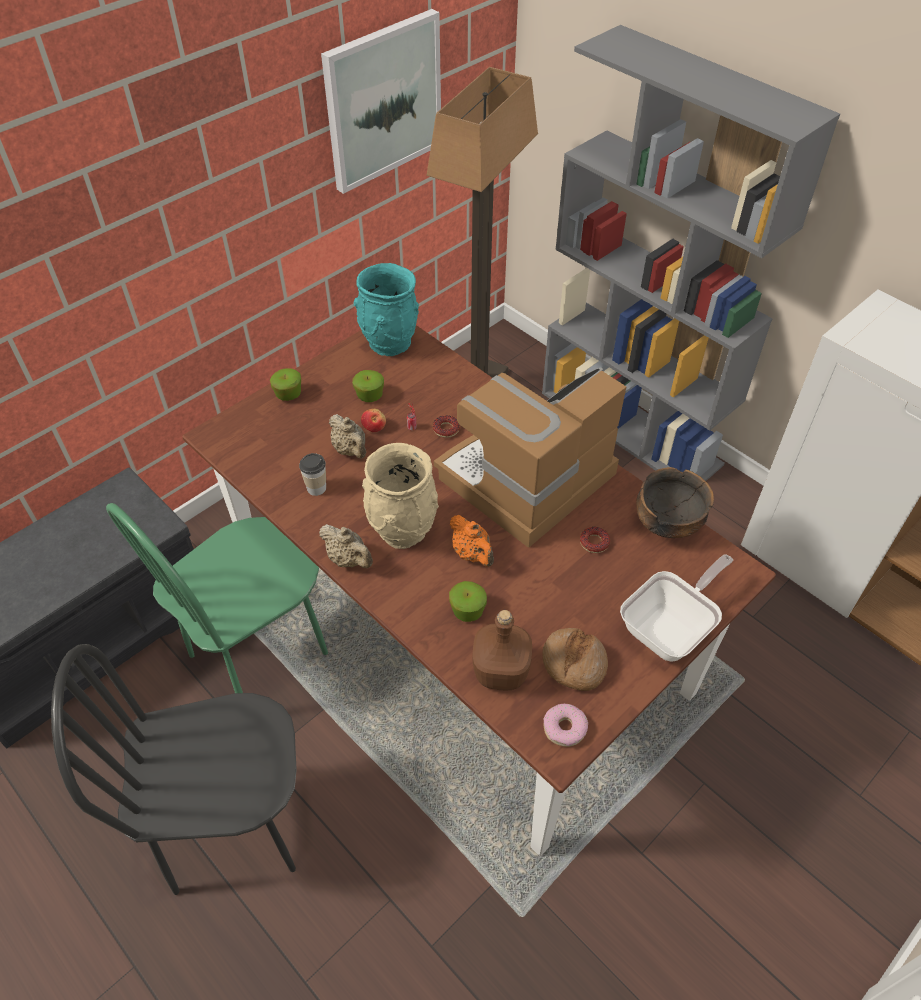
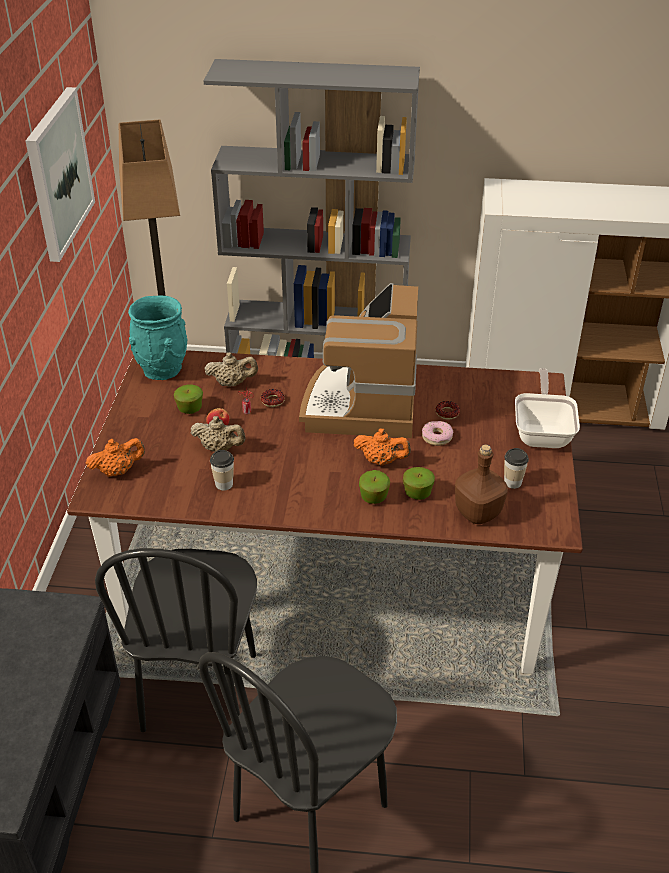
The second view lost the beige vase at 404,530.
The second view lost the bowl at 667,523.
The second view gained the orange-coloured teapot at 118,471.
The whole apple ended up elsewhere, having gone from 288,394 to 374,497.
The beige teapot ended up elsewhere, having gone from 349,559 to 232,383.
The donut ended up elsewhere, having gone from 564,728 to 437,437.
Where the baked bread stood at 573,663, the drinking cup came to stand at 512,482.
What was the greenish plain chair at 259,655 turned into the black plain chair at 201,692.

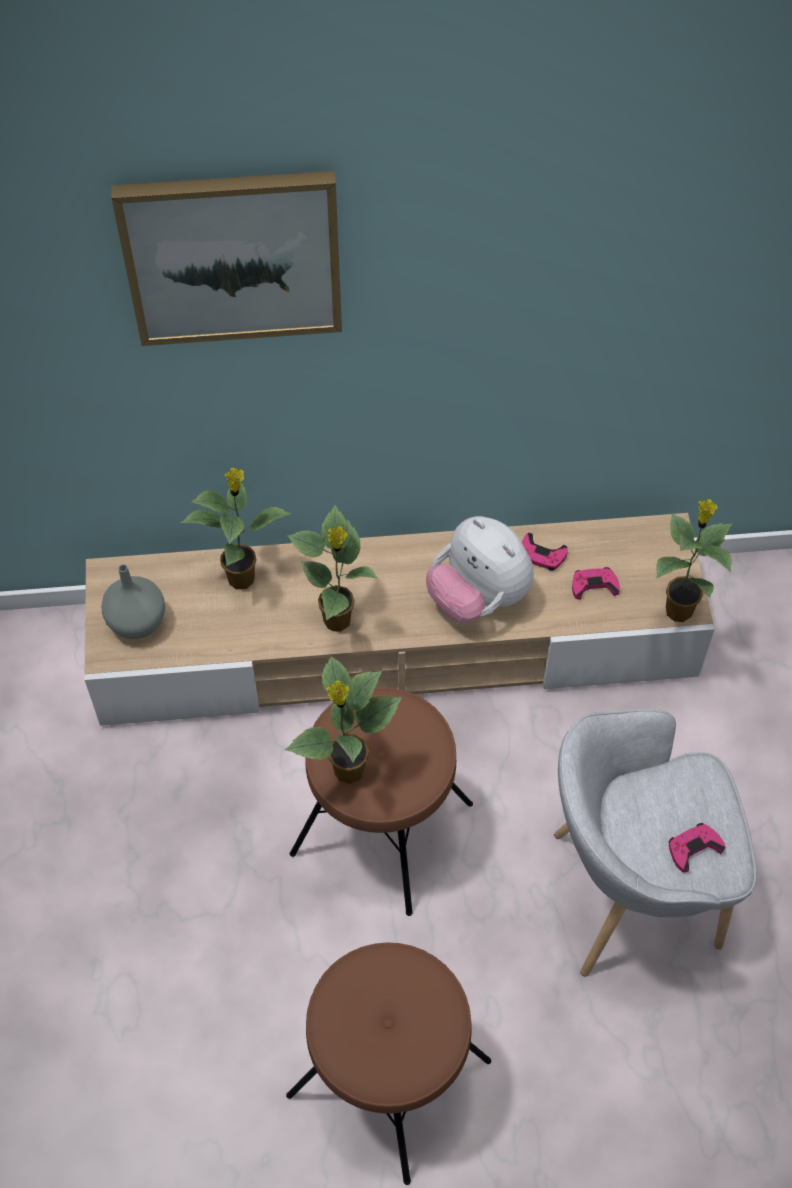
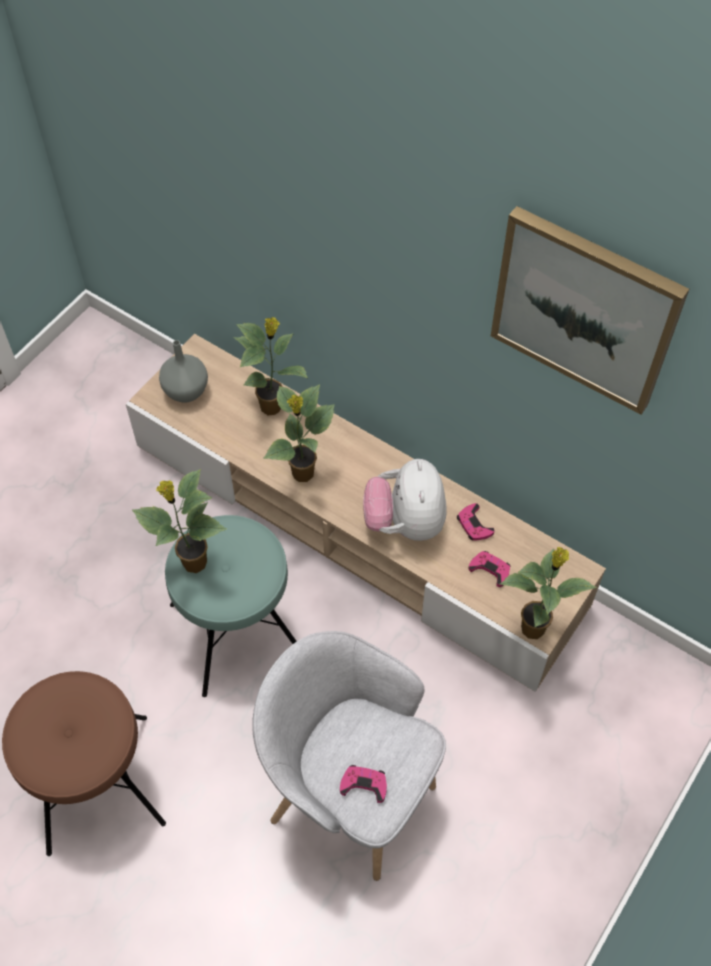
The wall art ended up elsewhere, having gone from 232,256 to 584,309.
What was the brown stool at 382,829 turned into the blue-green stool at 237,631.

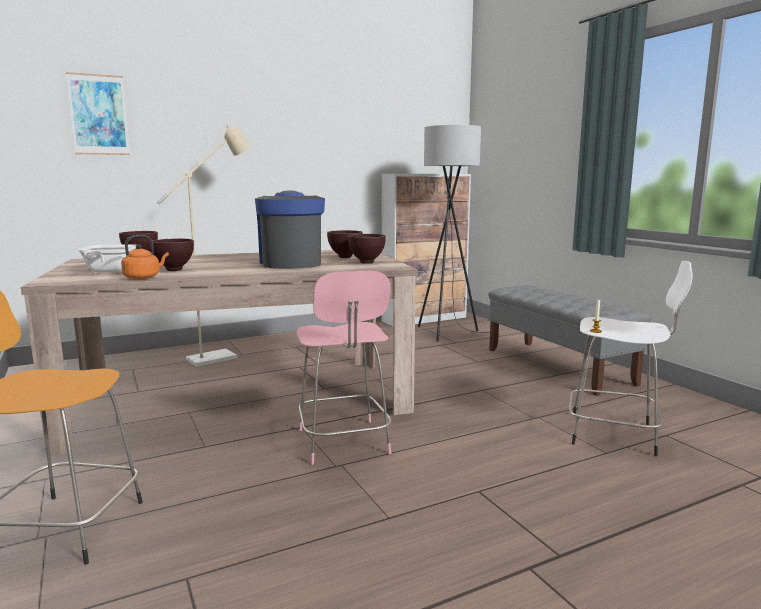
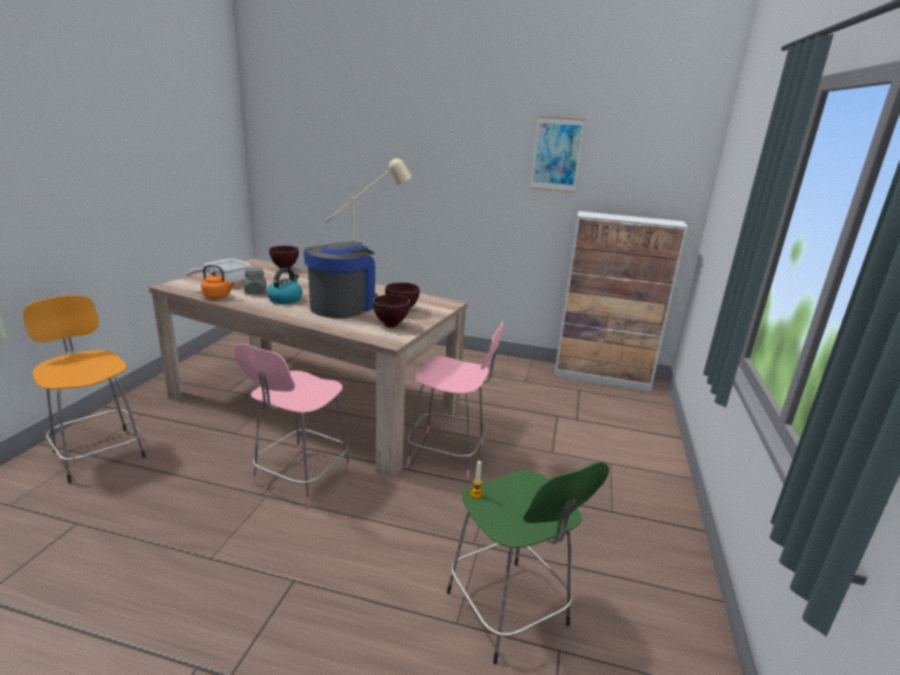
The second view lost the grey standard lamp at 449,332.
The second view lost the grey bench at 558,366.
The second view gained the water kettle at 285,299.
The second view gained the pinkish plain chair at 449,454.
The wall art ended up elsewhere, having gone from 98,115 to 556,154.
Where the brown bowl stood at 173,270, the grey jar came to stand at 256,292.
What was the white-coloured stool at 616,434 turned into the greenish stool at 509,612.

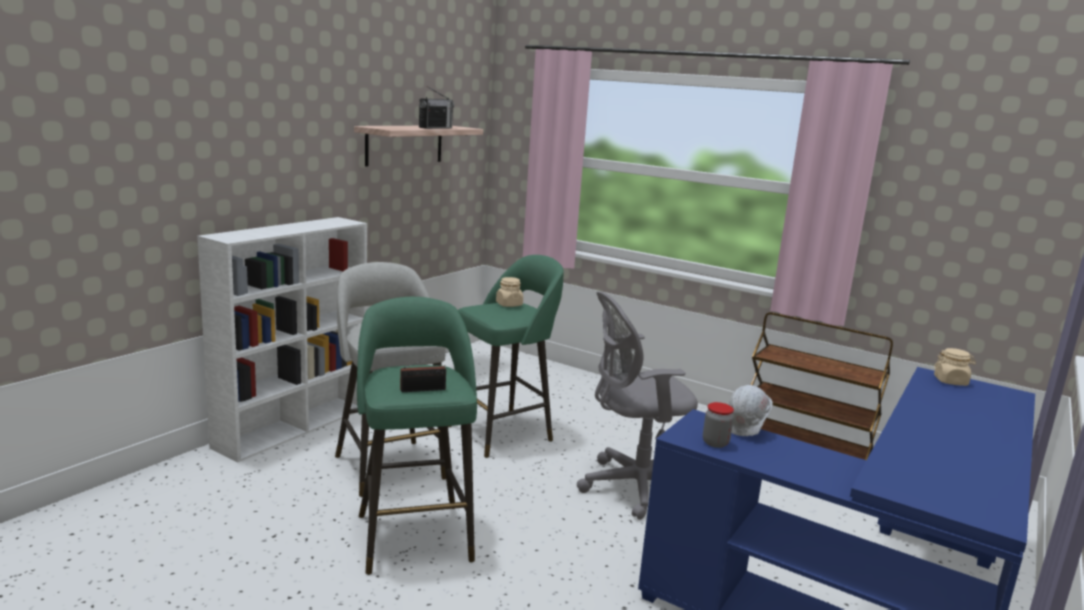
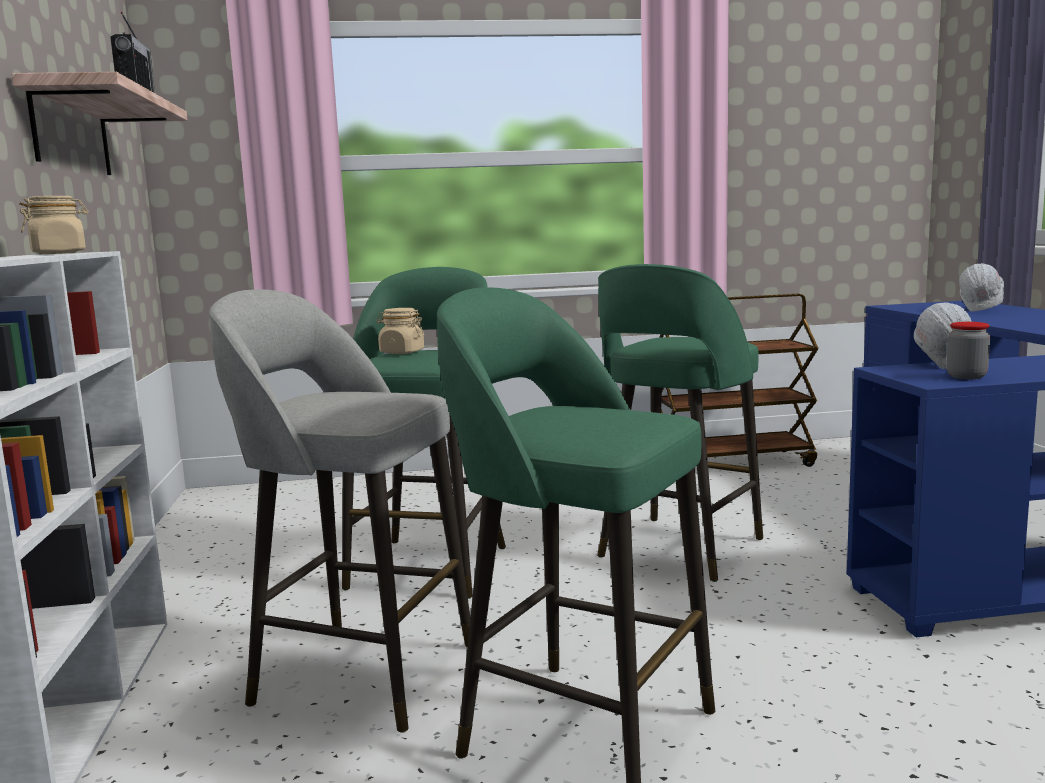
The second view lost the radio at 425,389.
The second view gained the white-coloured safety helmet at 981,310.
The beige jar ended up elsewhere, having gone from 950,381 to 59,253.
Where the grey office chair stood at 634,487, the greenish stool came to stand at 678,549.

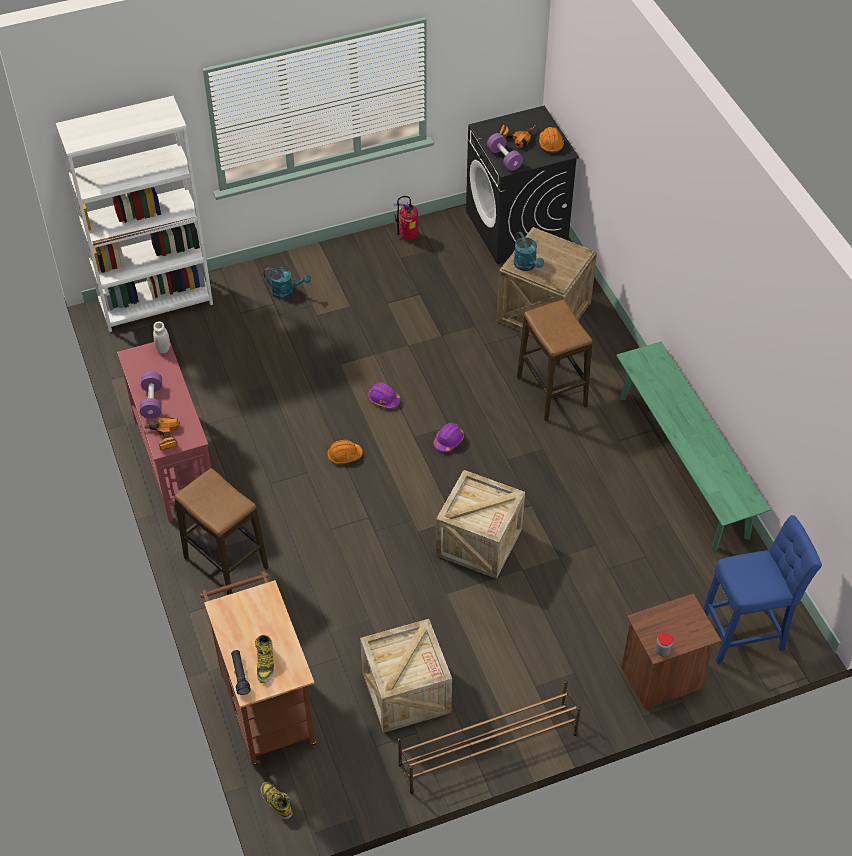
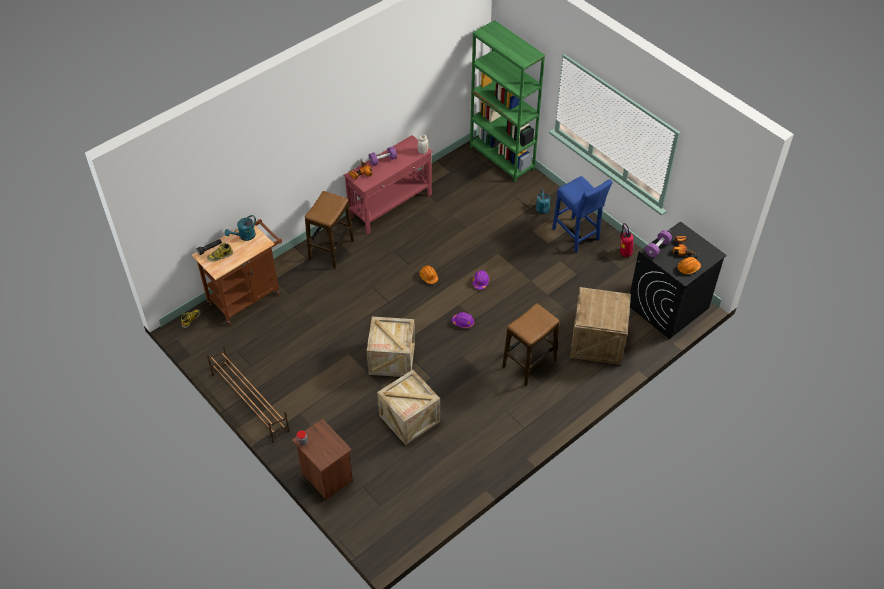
The second view lost the greenish bench at 682,465.
The crate ended up elsewhere, having gone from 406,692 to 409,418.
The blue-green watering can ended up elsewhere, having gone from 527,266 to 244,236.
The blue stool ended up elsewhere, having gone from 745,634 to 576,236.
What was the white-coloured bookshelf at 156,303 turned into the greenish bookshelf at 502,158.

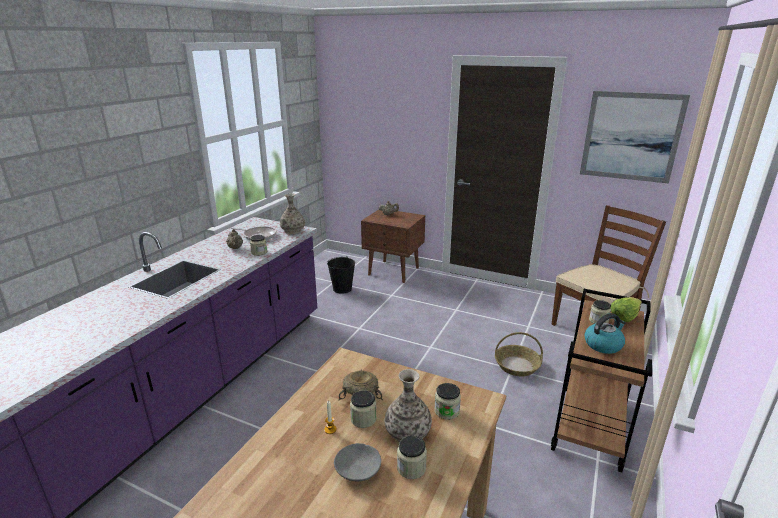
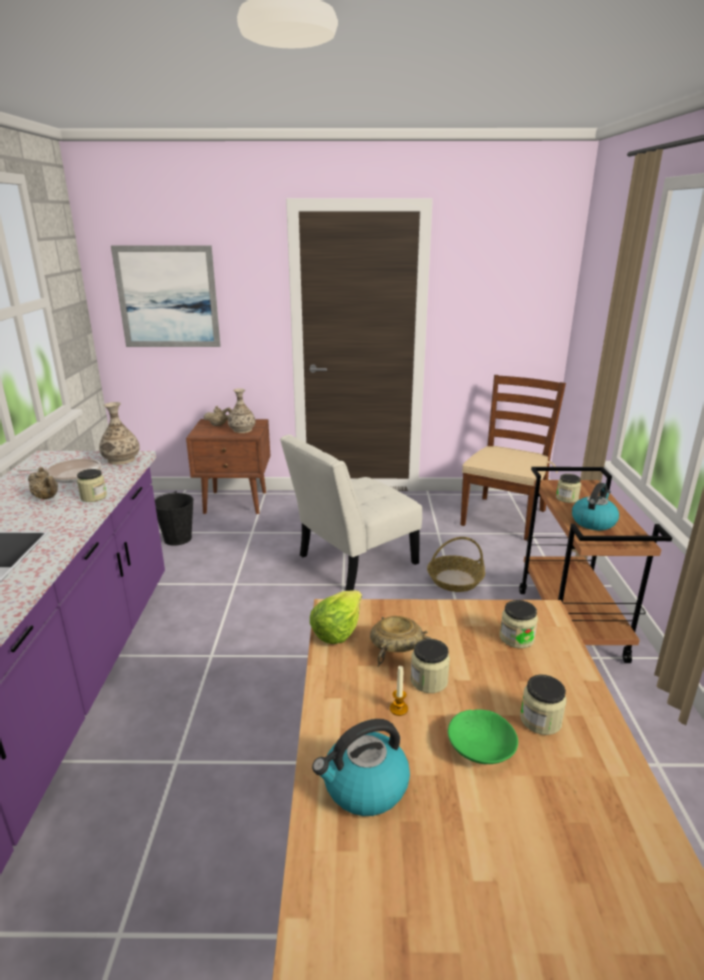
The second view gained the white-coloured plain chair at 352,562.
The second view gained the water kettle at 364,786.
The vase ended up elsewhere, having gone from 408,433 to 242,430.
The wall art ended up elsewhere, having gone from 631,136 to 167,297.
The lettuce head ended up elsewhere, having gone from 624,317 to 337,630.
What was the grey bowl at 358,469 turned into the greenish bowl at 481,746.

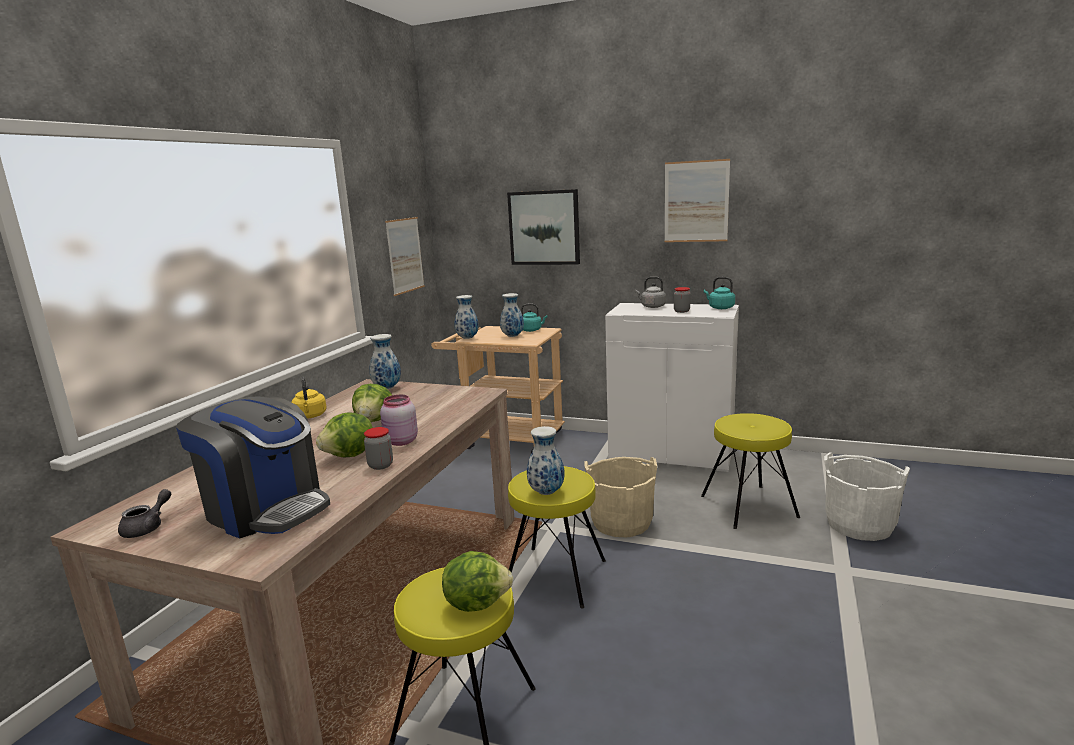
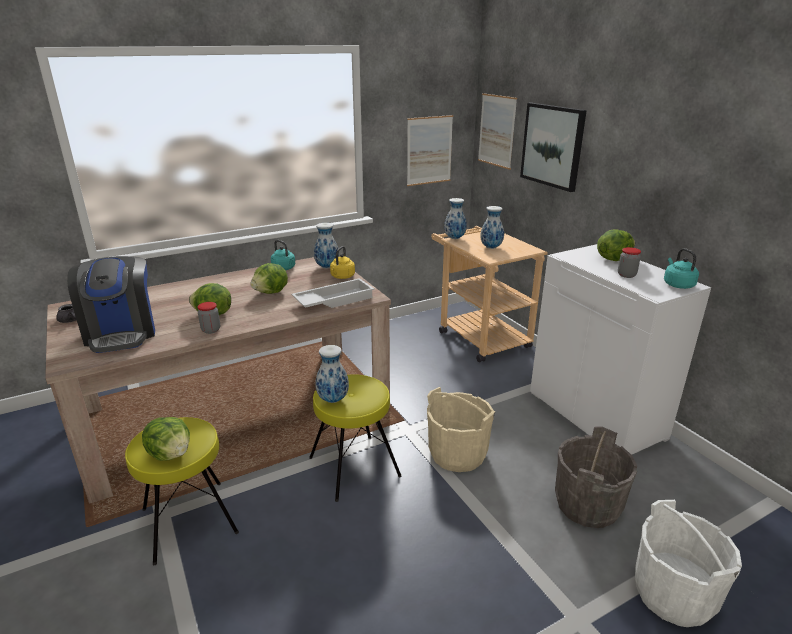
The second view lost the pinkish jar at 400,442.
The second view gained the white-coloured tray at 334,300.
The yellow water kettle ended up elsewhere, having gone from 310,416 to 342,277.
The blue-green water kettle ended up elsewhere, having gone from 532,330 to 284,268.
The wall art ended up elsewhere, having gone from 696,201 to 496,131.
Where the grey water kettle stood at 651,306, the lettuce head came to stand at 613,259.
Where the yellow stool stood at 749,506, the grey water bucket came to stand at 587,505.

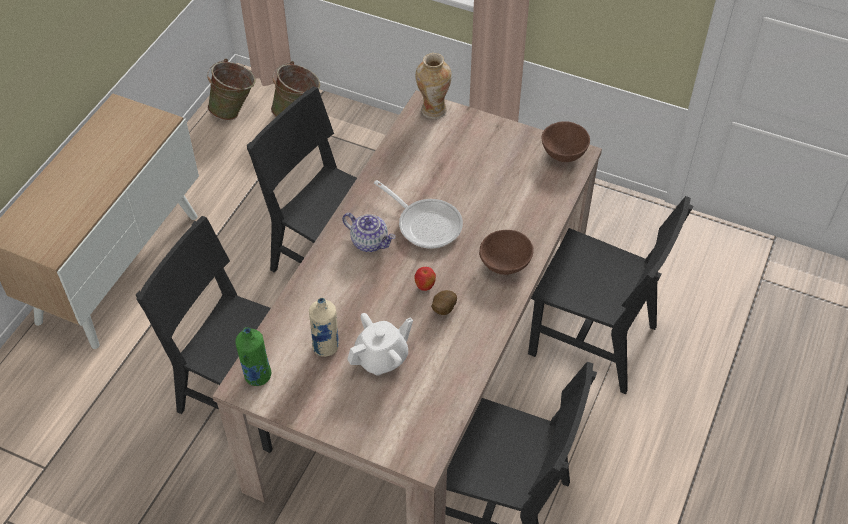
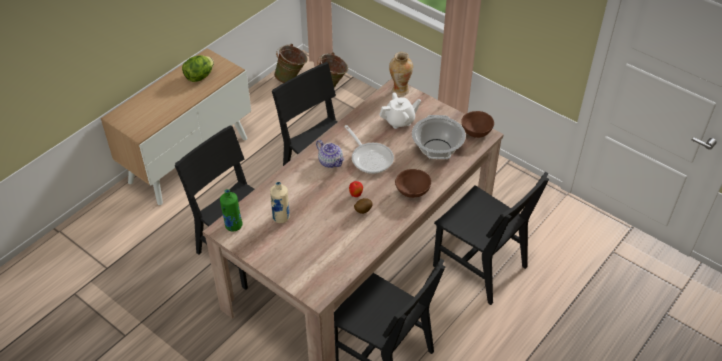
The second view gained the lettuce head at 199,77.
The second view gained the cooking pot at 437,149.
The white-coloured teapot ended up elsewhere, having gone from 382,358 to 399,121.

